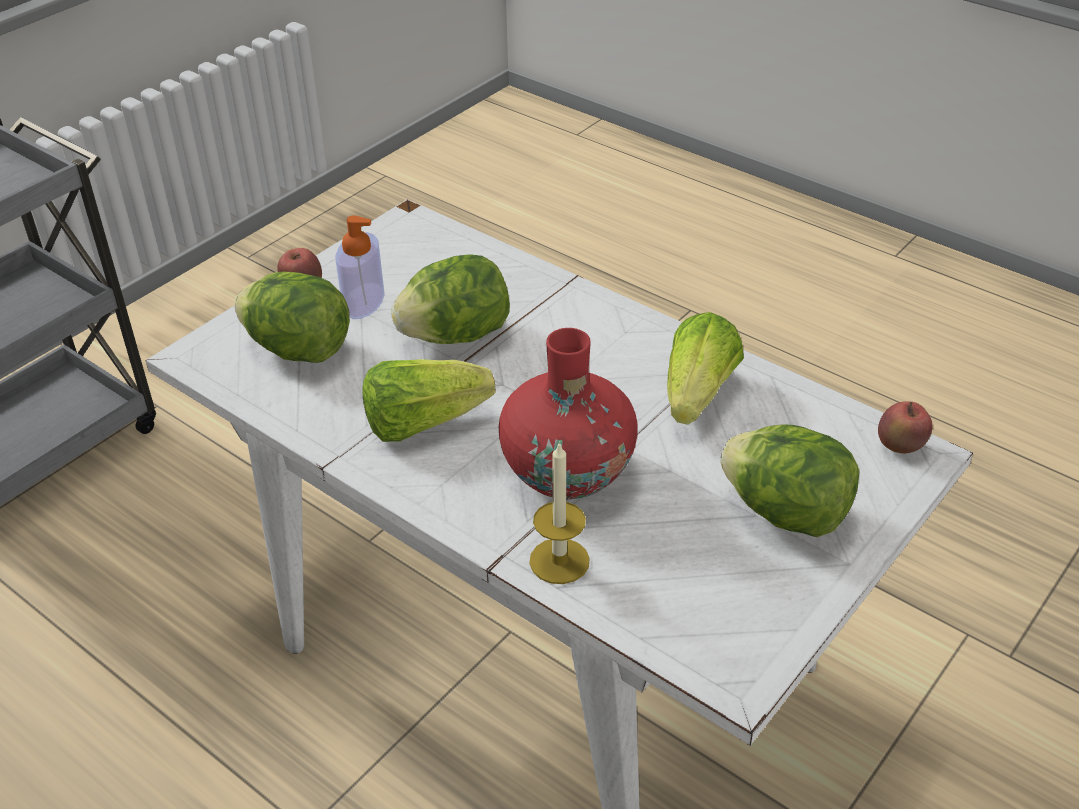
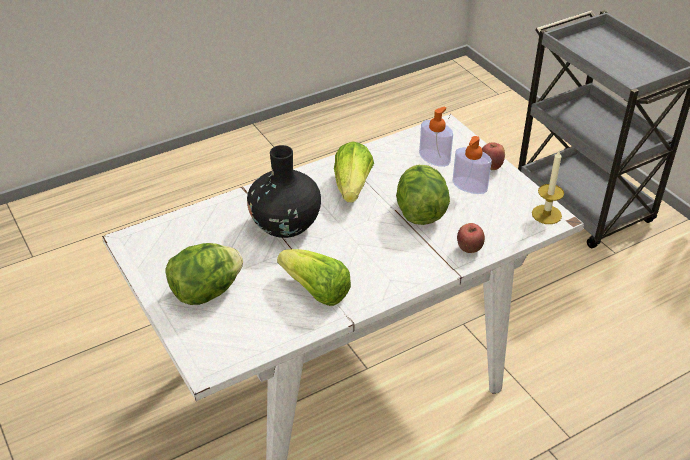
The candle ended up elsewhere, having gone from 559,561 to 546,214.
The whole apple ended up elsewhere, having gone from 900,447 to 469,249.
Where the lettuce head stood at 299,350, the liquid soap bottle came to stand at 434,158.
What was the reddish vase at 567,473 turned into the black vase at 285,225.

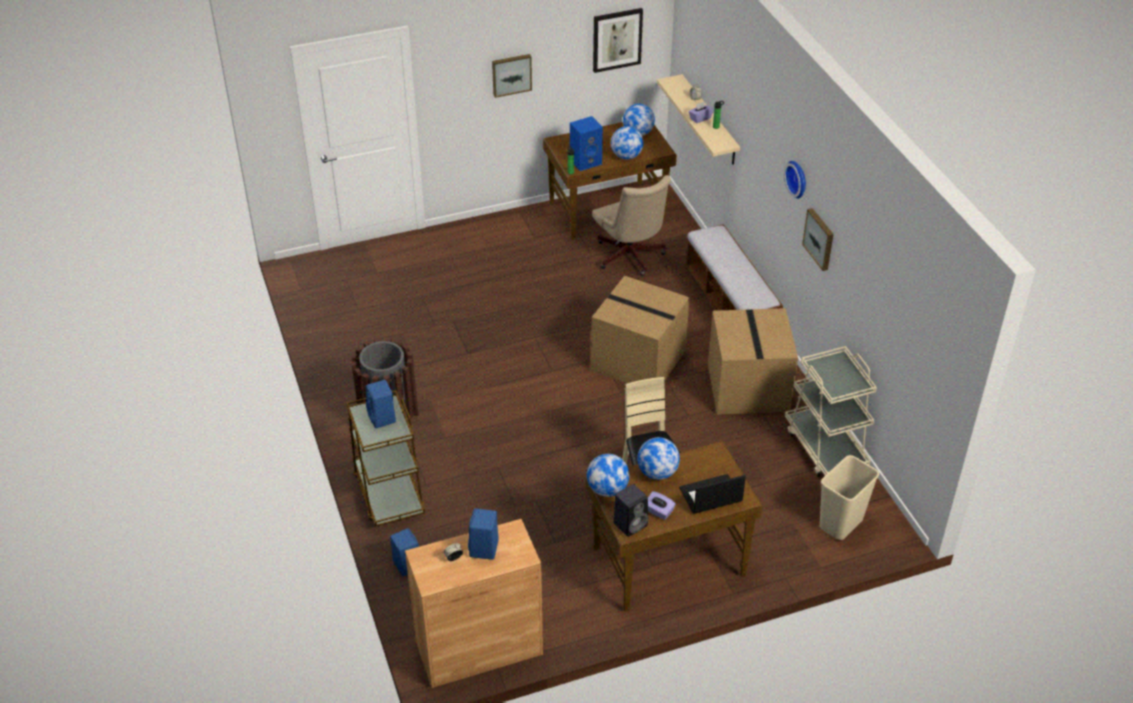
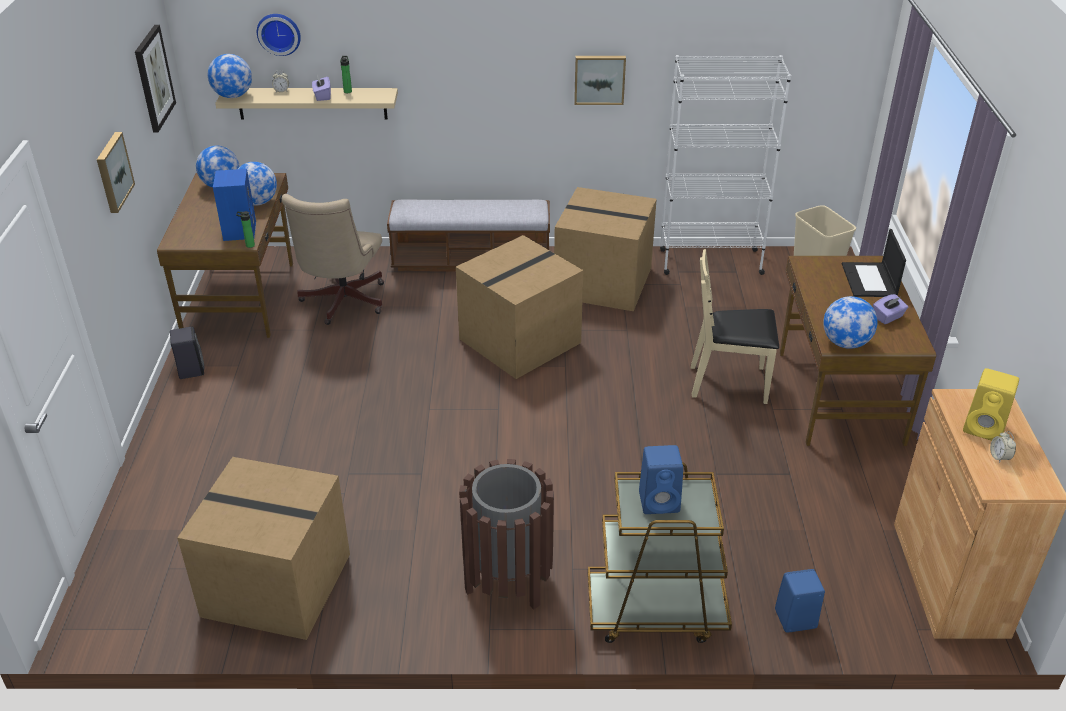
The second view gained the packing box at 274,586.
The black audio speaker ended up elsewhere, having gone from 631,524 to 190,369.
The world globe ended up elsewhere, having gone from 657,473 to 233,96.
The hanging clock ended up elsewhere, having gone from 798,178 to 279,33.
Where the beige wheeled cart stood at 825,447, the white-coloured bookshelf came to stand at 710,262.
What was the blue audio speaker at 484,549 turned into the yellow audio speaker at 985,428.
The beige office chair at 630,258 ended up facing another way, 105 degrees clockwise from before.

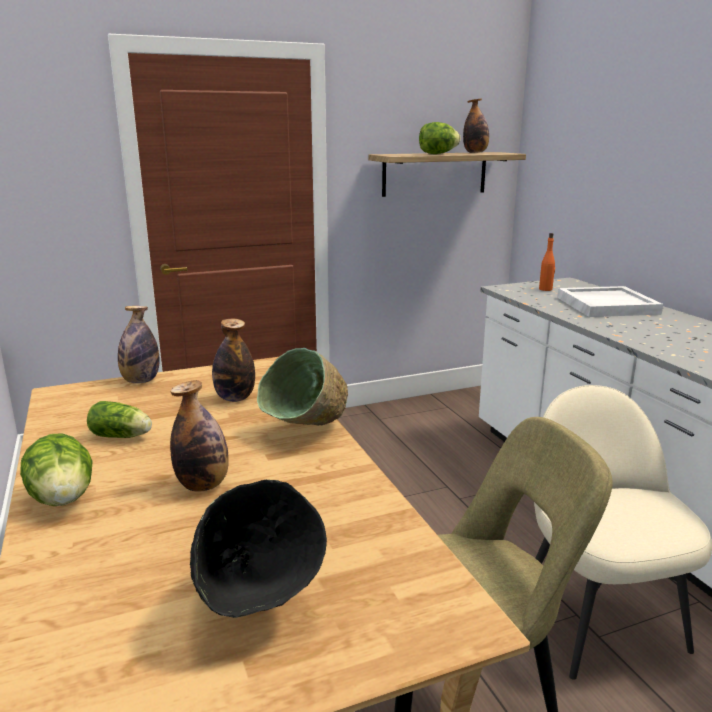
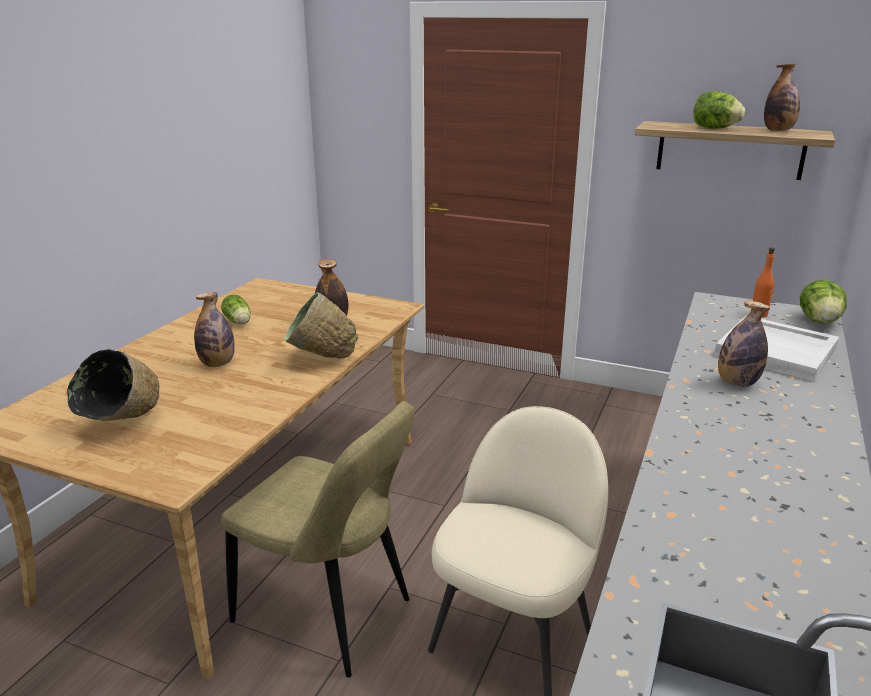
The lettuce head ended up elsewhere, having gone from 63,499 to 819,321.
The bottle ended up elsewhere, having gone from 141,381 to 737,383.

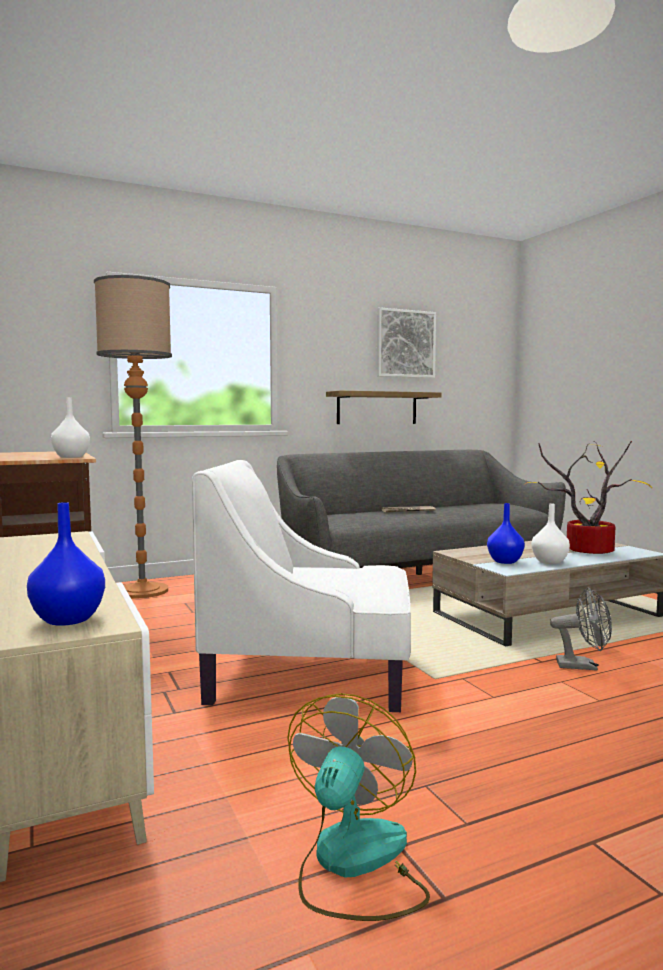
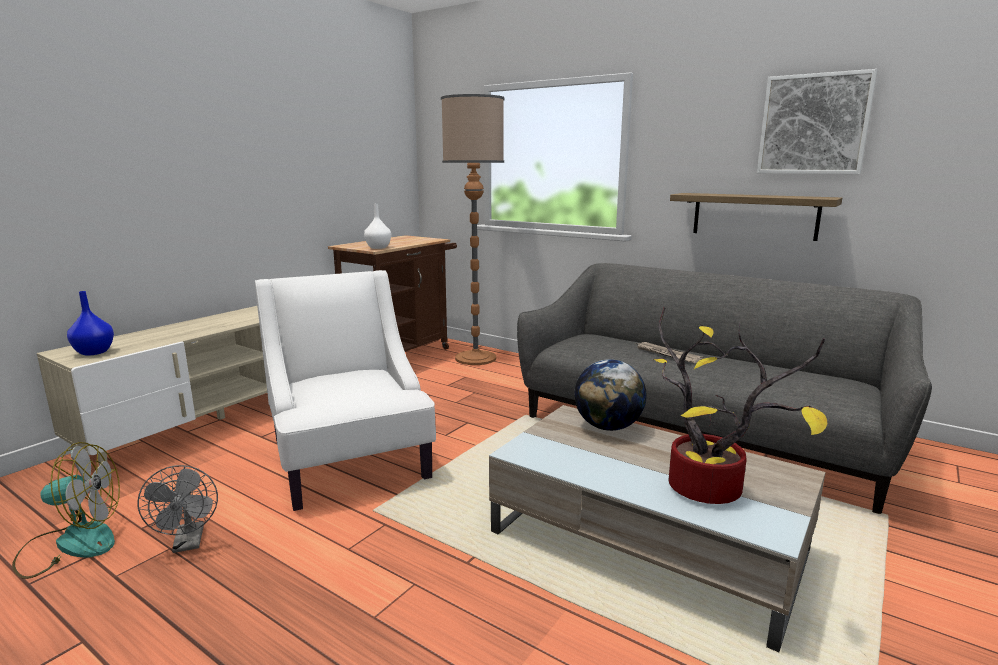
The second view lost the blue vase at 505,561.
The second view lost the white-coloured vase at 550,562.
The second view gained the world globe at 608,427.
The grey electric fan ended up elsewhere, having gone from 583,666 to 188,543.

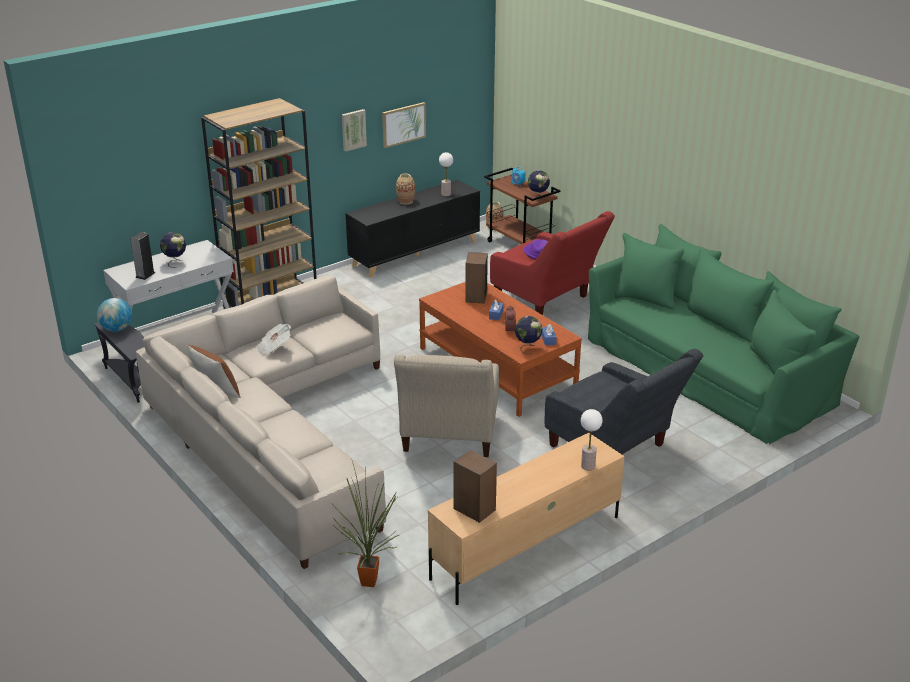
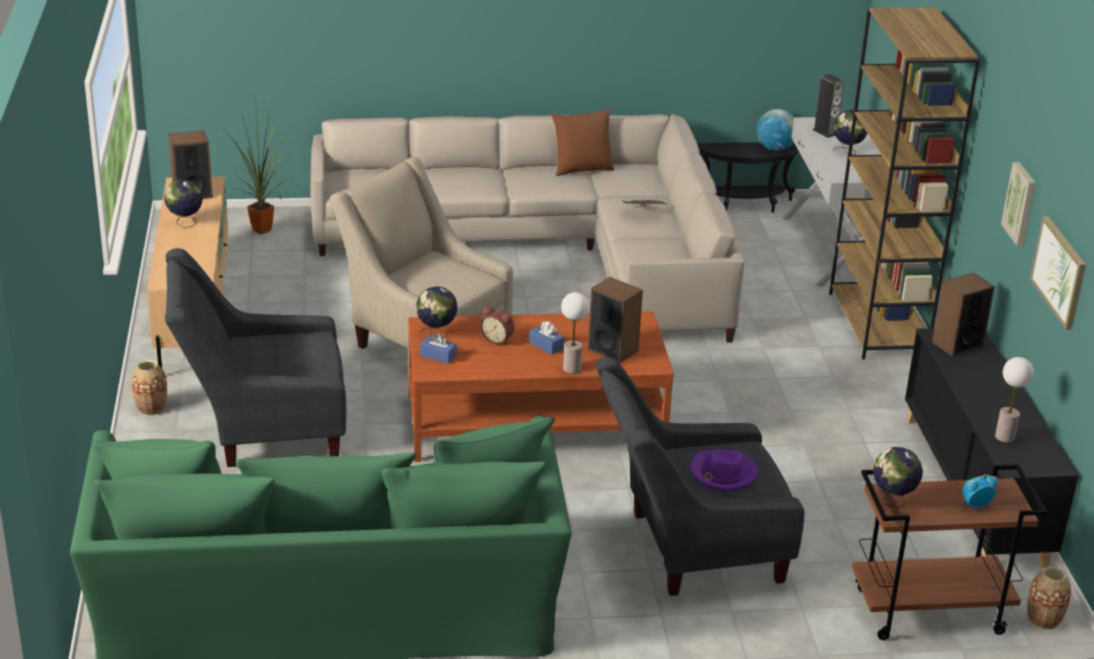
The second view gained the world globe at 185,224.
The second view gained the audio speaker at 957,344.
The vase ended up elsewhere, having gone from 405,201 to 151,408.
The tabletop lamp ended up elsewhere, having gone from 588,466 to 571,368.
What was the reddish lounge chair at 548,301 turned into the grey lounge chair at 688,549.

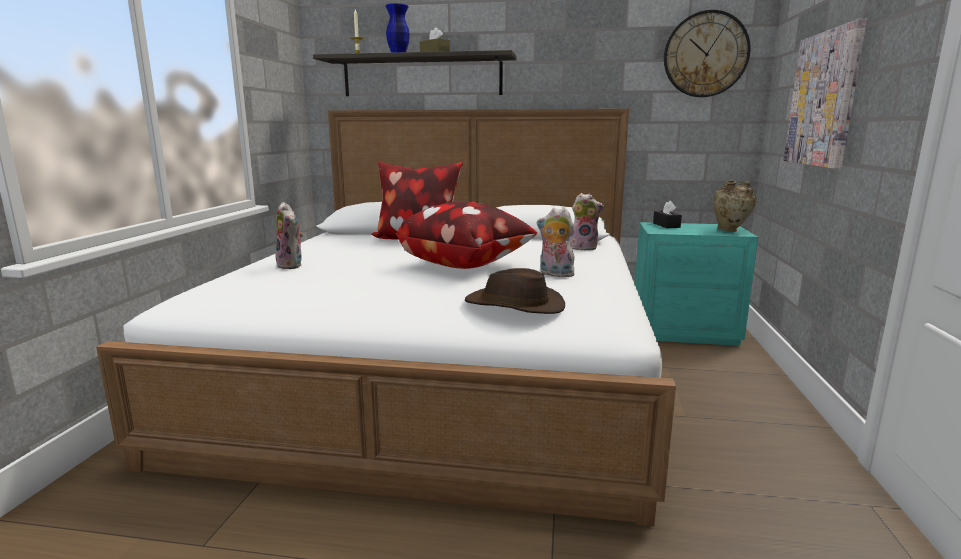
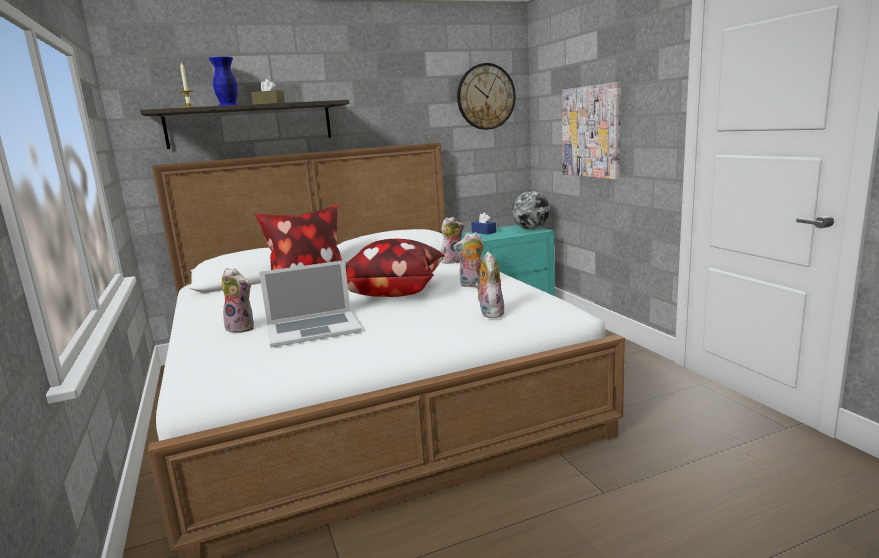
The second view gained the notebook computer at 313,329.
Where the brown hat stood at 514,305, the soft toy came to stand at 490,313.
Where the beige vase stood at 730,230, the world globe came to stand at 531,229.
What was the black box of tissues at 666,225 turned into the blue box of tissues at 483,232.

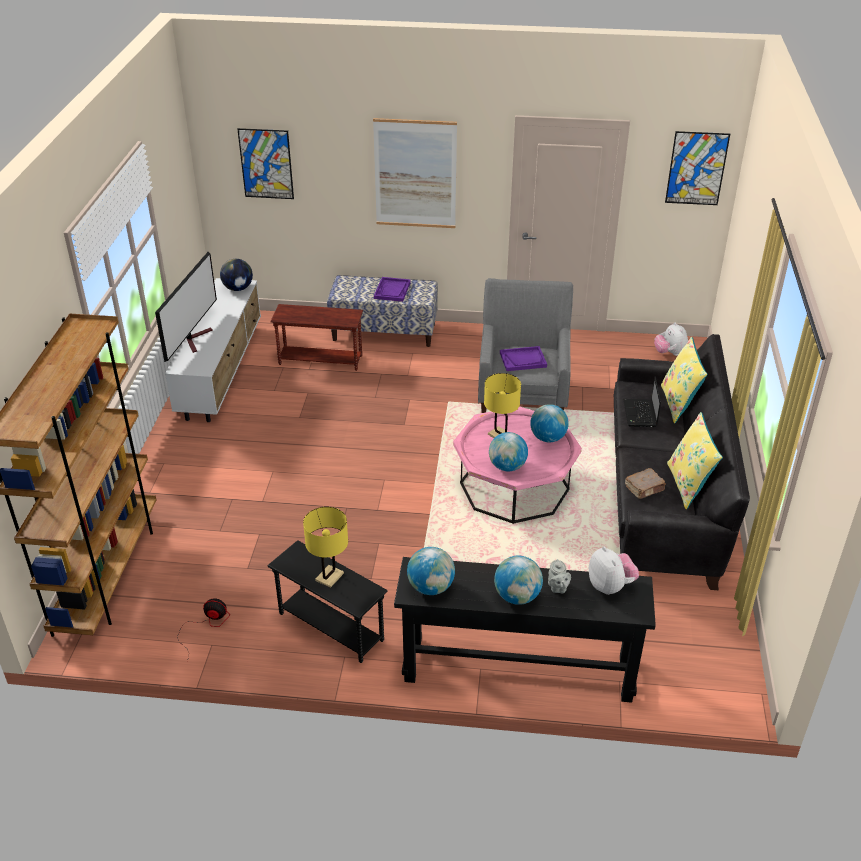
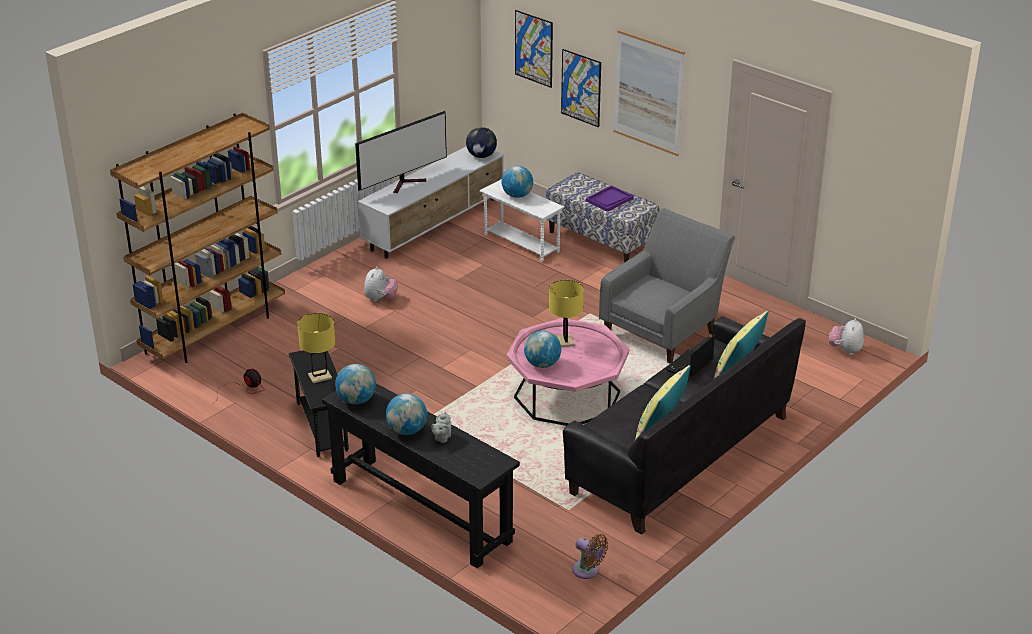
The second view lost the purplish tray at 523,360.
The second view lost the brown bound book at 644,488.
The second view gained the brown electric fan at 588,571.
The world globe ended up elsewhere, having gone from 548,438 to 517,195.
The soft toy ended up elsewhere, having gone from 610,586 to 380,299.
The wall art ended up elsewhere, having gone from 696,168 to 581,88.
What was the brown end table at 320,360 turned into the white-coloured end table at 521,244.

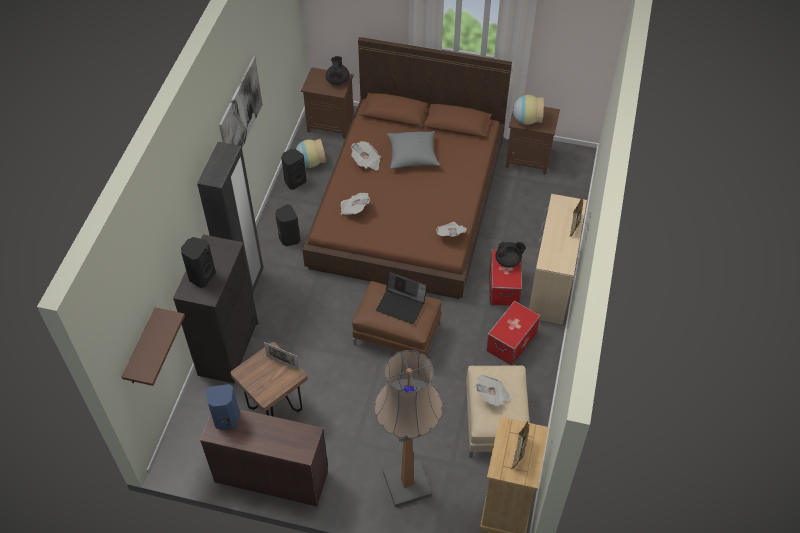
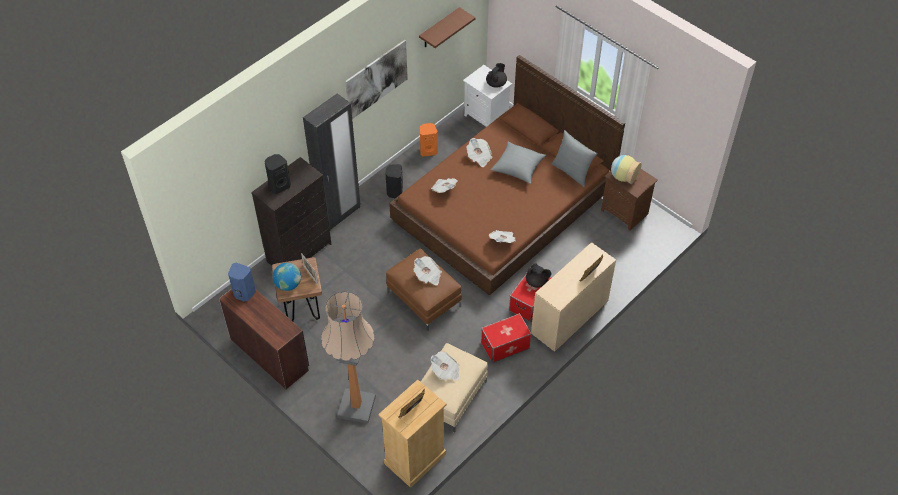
The second view lost the vase at 310,162.
The second view gained the world globe at 288,284.
The second view gained the grey throw pillow at 572,172.
The brown wall shelf ended up elsewhere, having gone from 141,349 to 439,28.
Where the notebook computer stood at 402,305, the newspaper came to stand at 428,276.
What was the black audio speaker at 295,181 turned into the orange-coloured audio speaker at 428,150.
What was the brown night table at 331,124 turned into the white-coloured night table at 487,117.

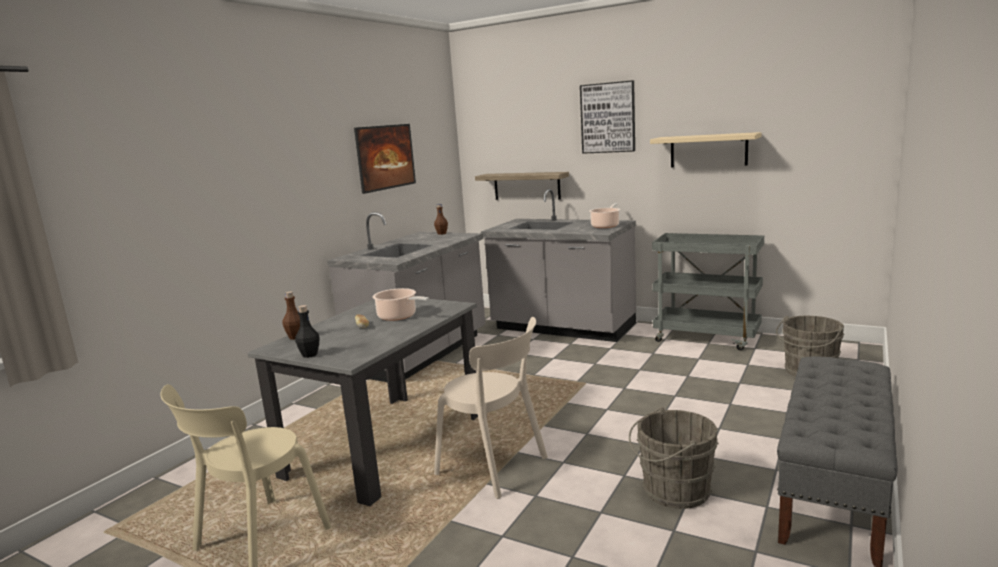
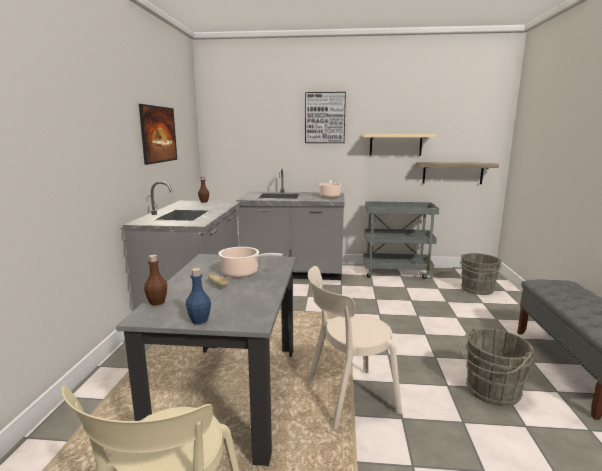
The wall shelf ended up elsewhere, having gone from 526,186 to 452,173.
What was the black bottle at 309,355 turned into the blue bottle at 199,320.
The beige plain chair at 495,467 ended up facing another way, 150 degrees clockwise from before.

